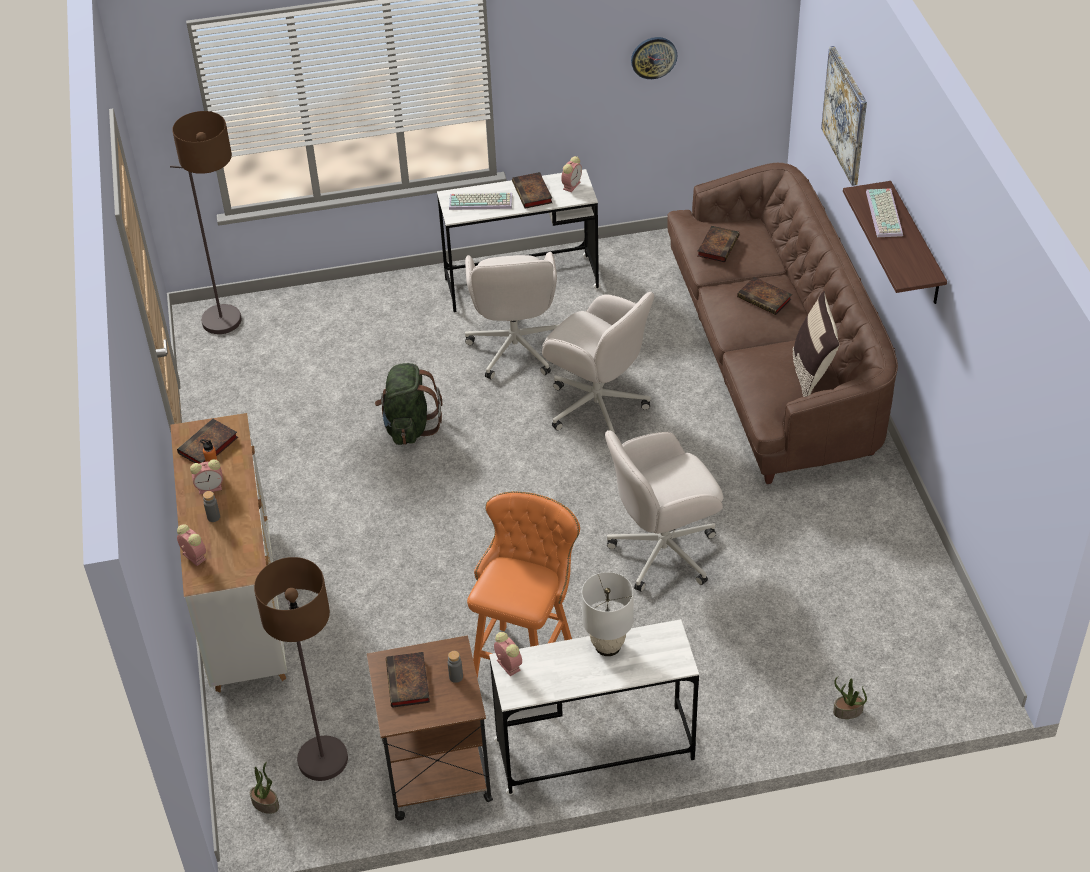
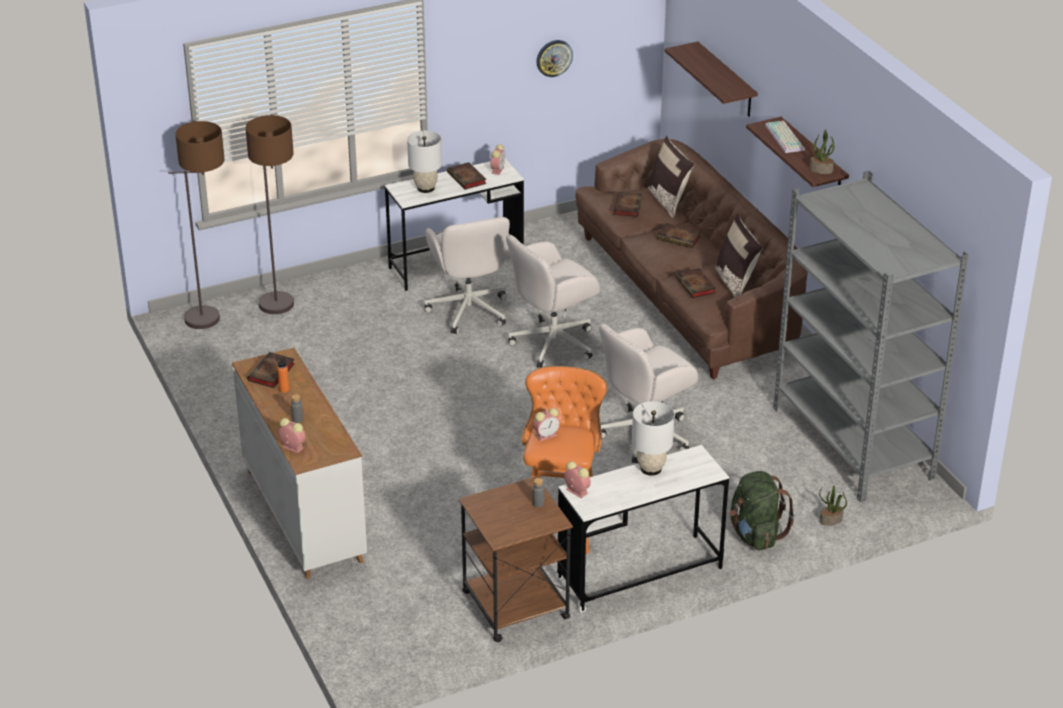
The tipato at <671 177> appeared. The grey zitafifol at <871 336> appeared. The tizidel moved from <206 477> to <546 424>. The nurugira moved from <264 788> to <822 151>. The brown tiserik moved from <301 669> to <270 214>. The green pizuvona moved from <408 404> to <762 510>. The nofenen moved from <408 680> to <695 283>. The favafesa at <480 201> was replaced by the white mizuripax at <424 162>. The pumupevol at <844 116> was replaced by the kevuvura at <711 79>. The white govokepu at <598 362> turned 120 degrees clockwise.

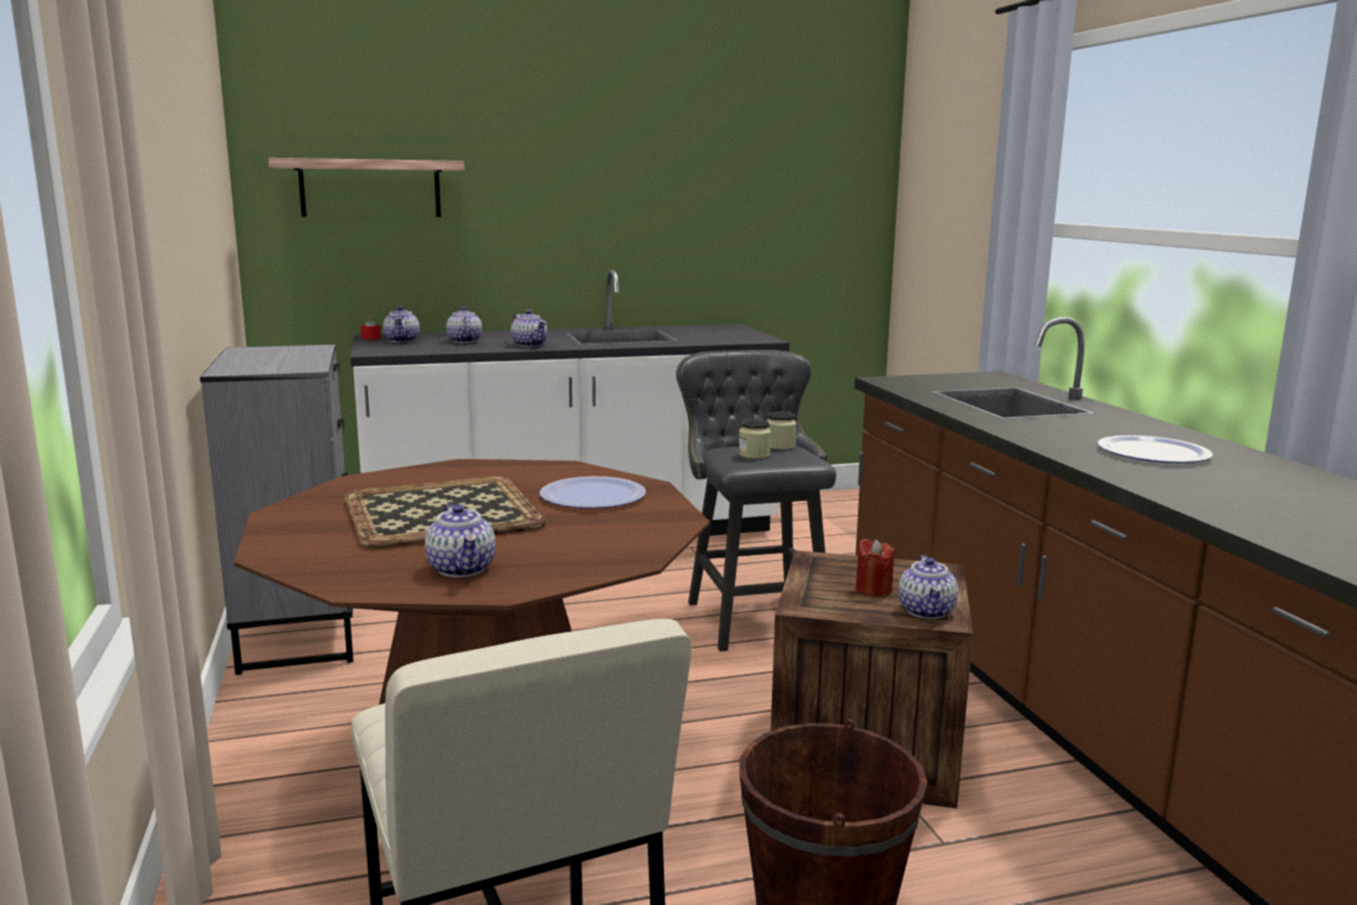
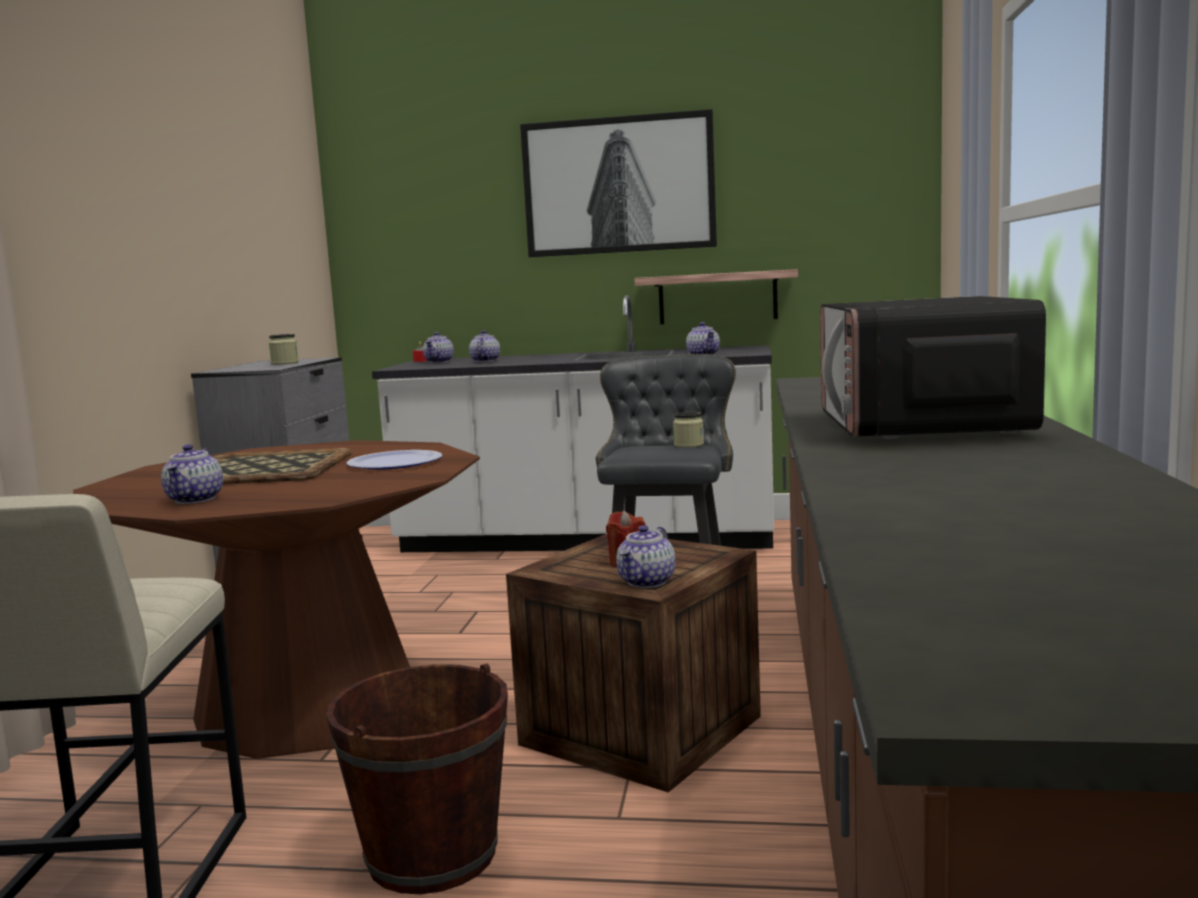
The pumupevol at <618 183> appeared. The kevuvura moved from <366 187> to <716 296>. The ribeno moved from <529 328> to <703 338>. The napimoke moved from <755 439> to <284 349>. The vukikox at <1155 449> was replaced by the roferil at <933 367>.

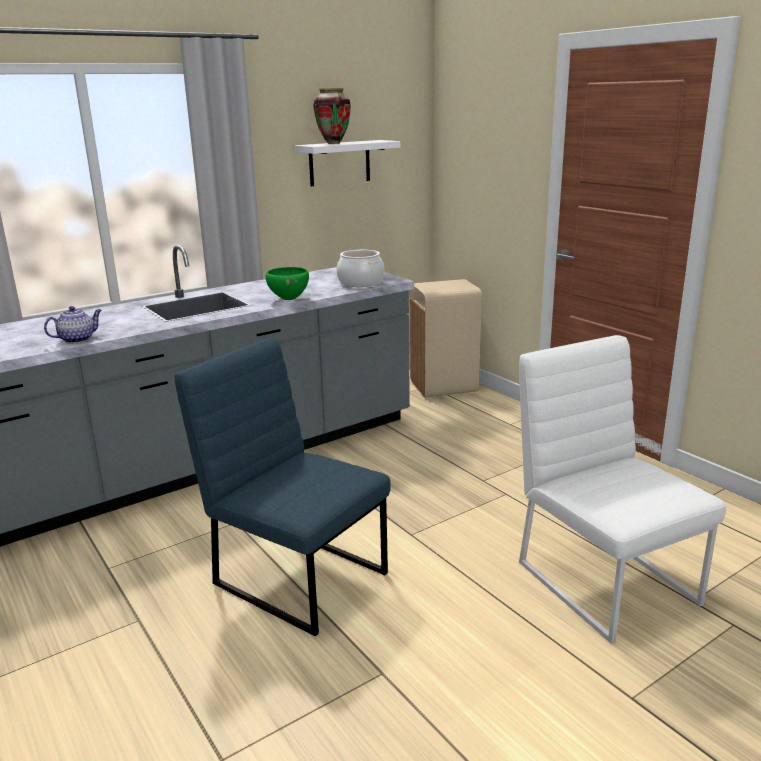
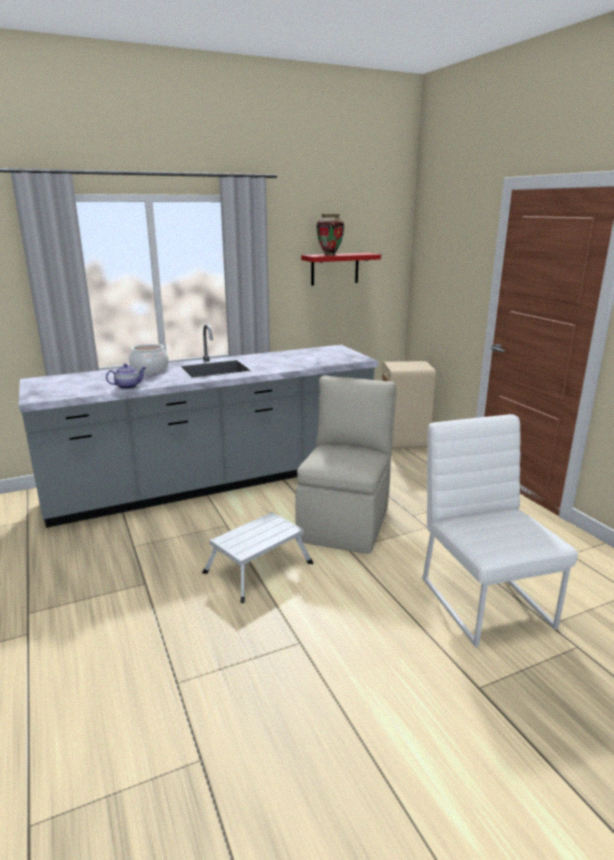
The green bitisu at <287 283> disappeared. The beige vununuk at <345 464> appeared. The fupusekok moved from <360 268> to <149 359>. The blue vununuk at <282 487> was replaced by the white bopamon at <257 557>. The white kevuvura at <348 163> became the red kevuvura at <341 269>.

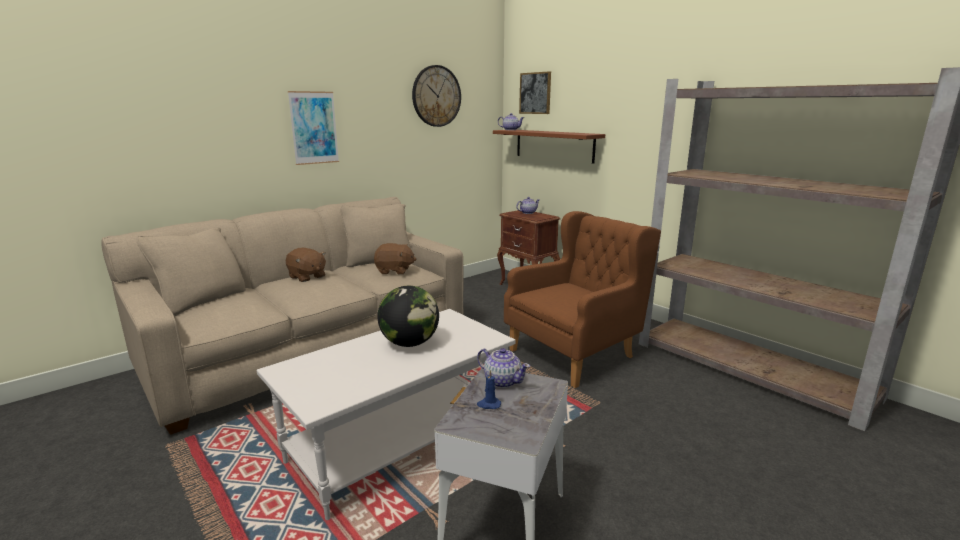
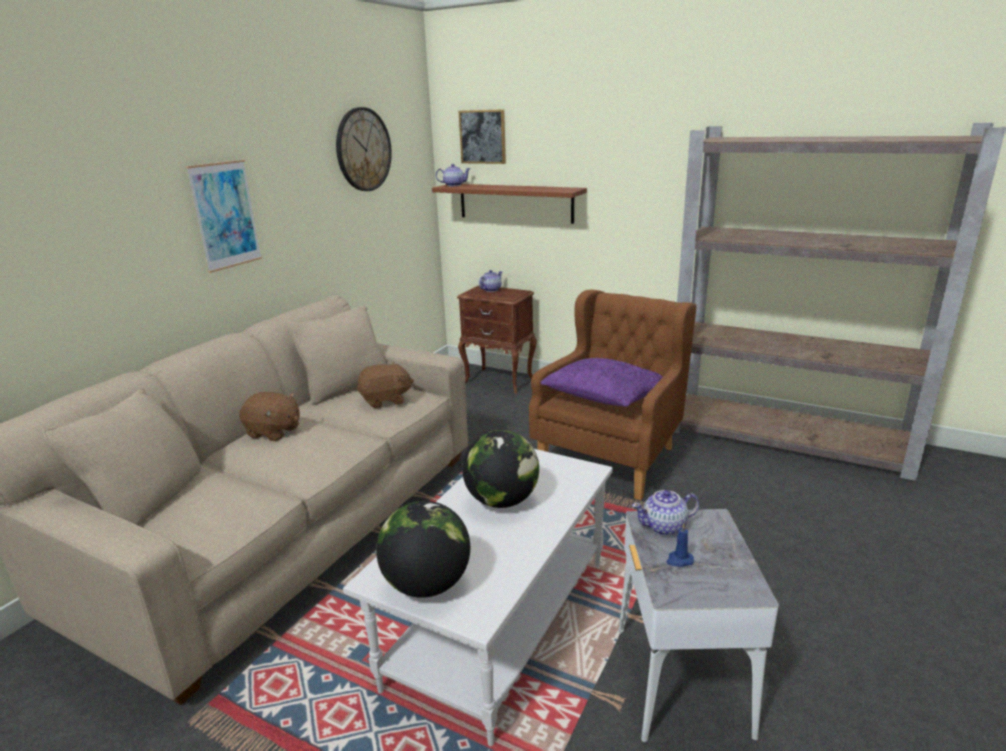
The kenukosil at <423 549> appeared. The purple tipato at <602 382> appeared. The ribeno at <503 368> turned 150 degrees clockwise.

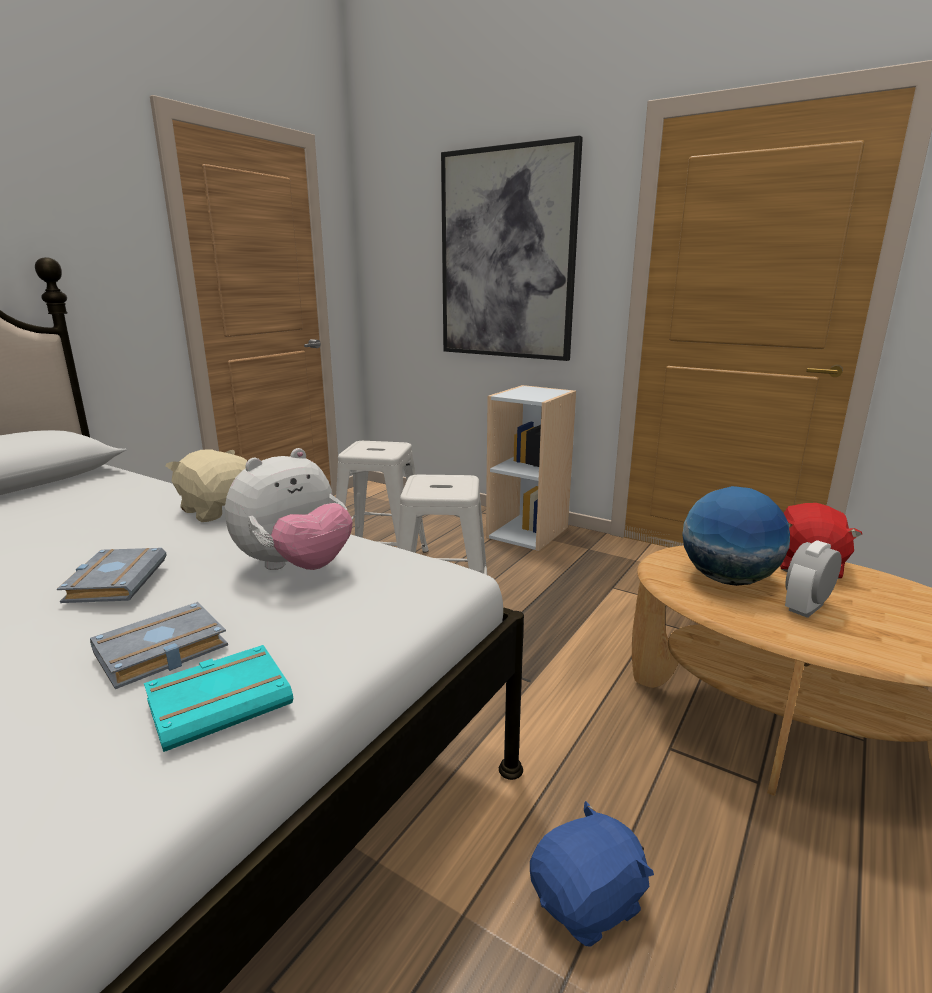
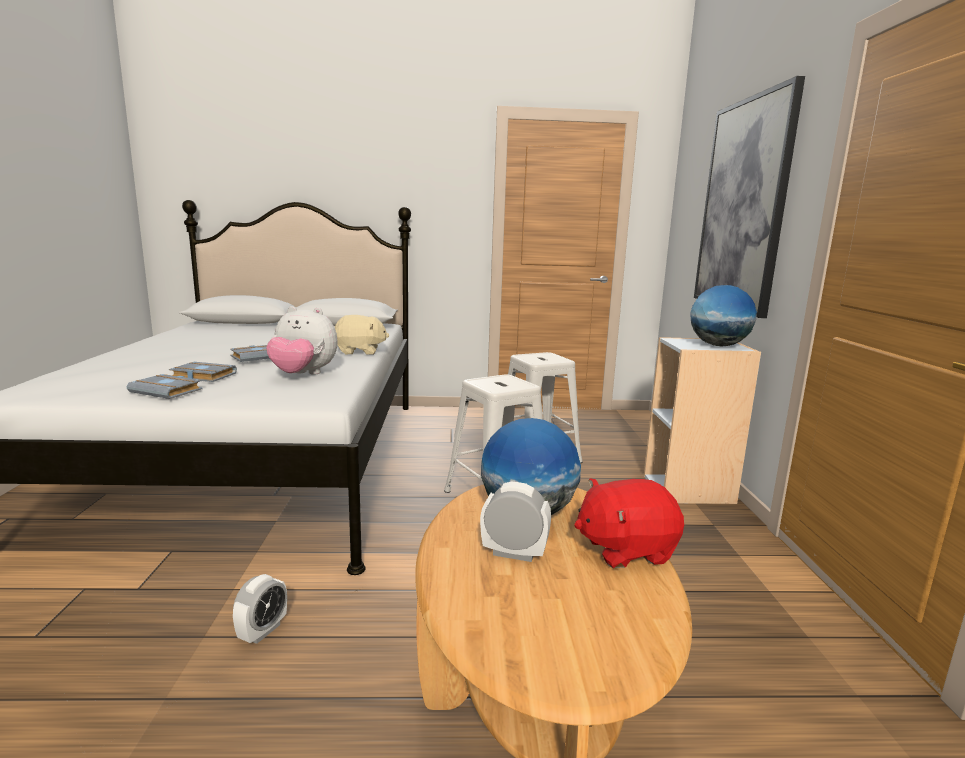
The kenukosil at <724 316> appeared. The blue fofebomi at <592 874> was replaced by the tizidel at <260 609>. The turquoise nofenen at <218 698> became the grey nofenen at <164 386>. The beige fofebomi at <206 486> turned 75 degrees clockwise.

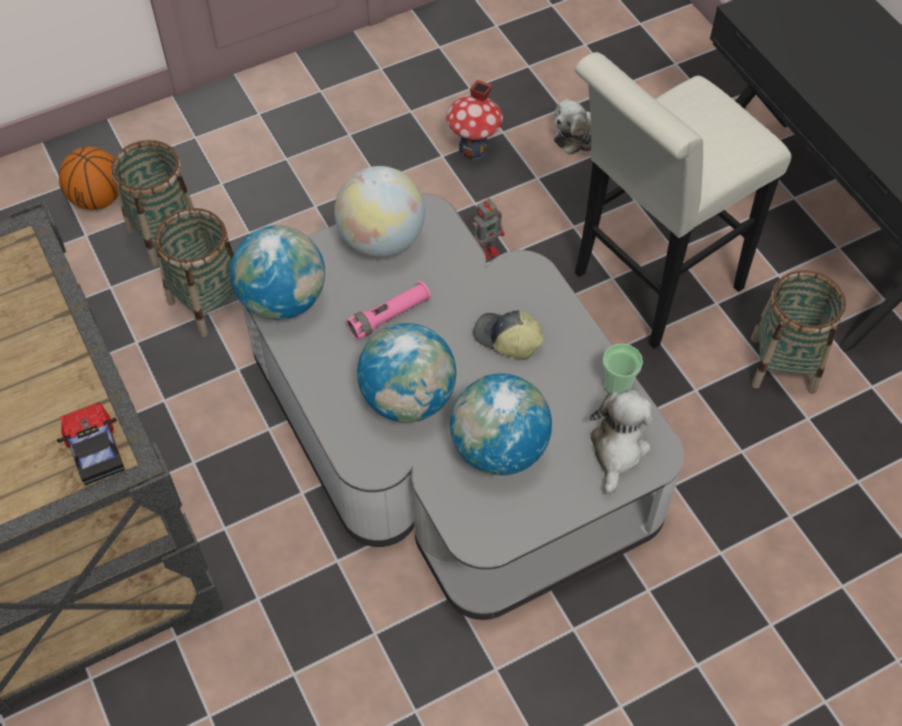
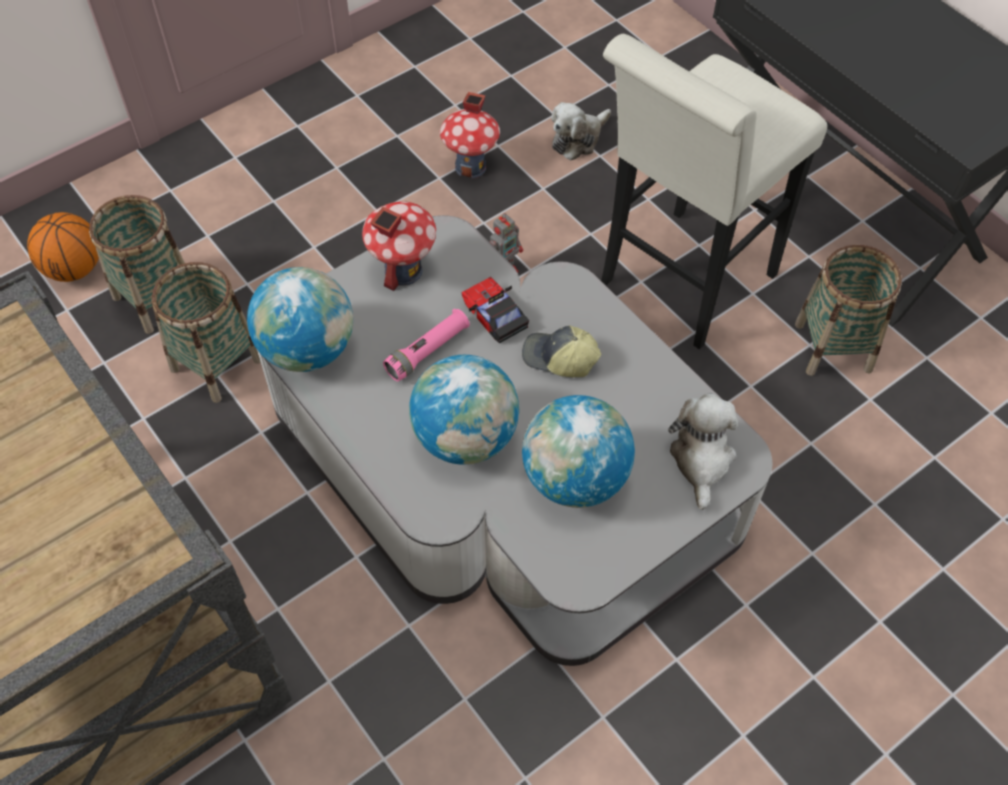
The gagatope at <623 368> disappeared. The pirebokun moved from <91 443> to <495 310>. The kenukosil at <379 211> was replaced by the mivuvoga at <399 246>.

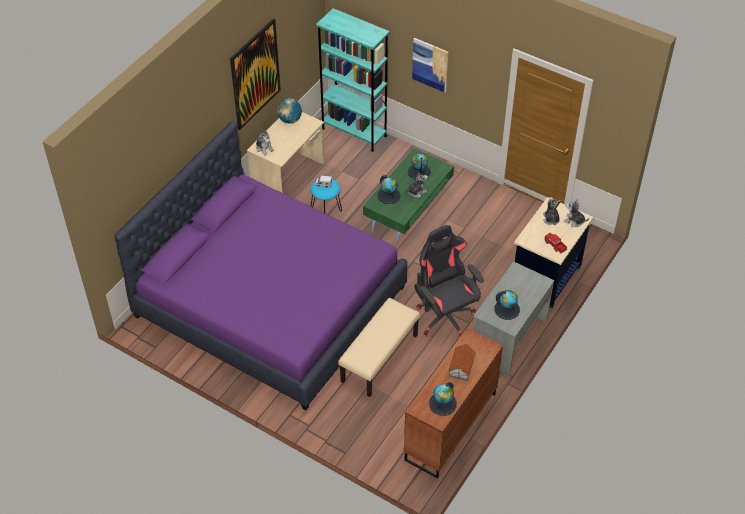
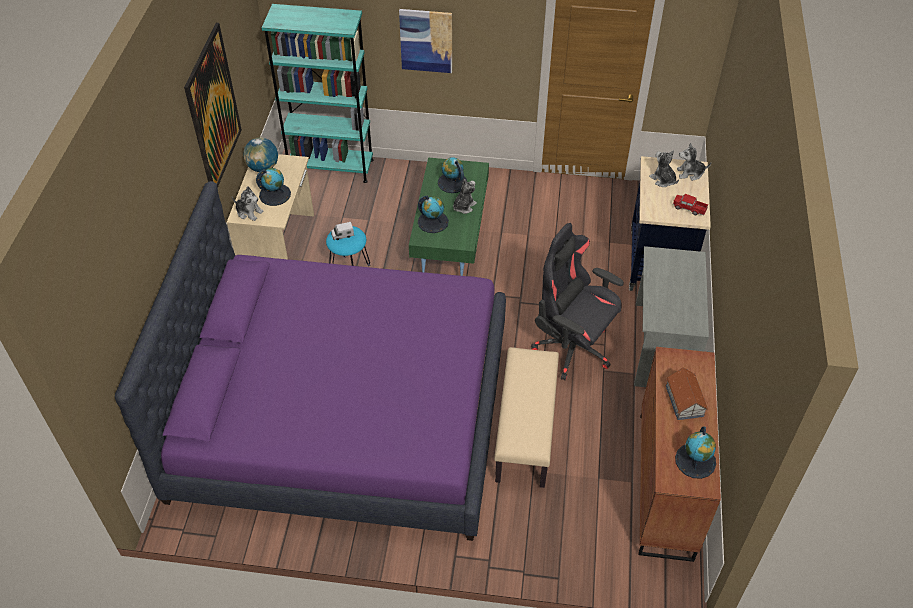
The kenukosil moved from <507 305> to <273 187>.

